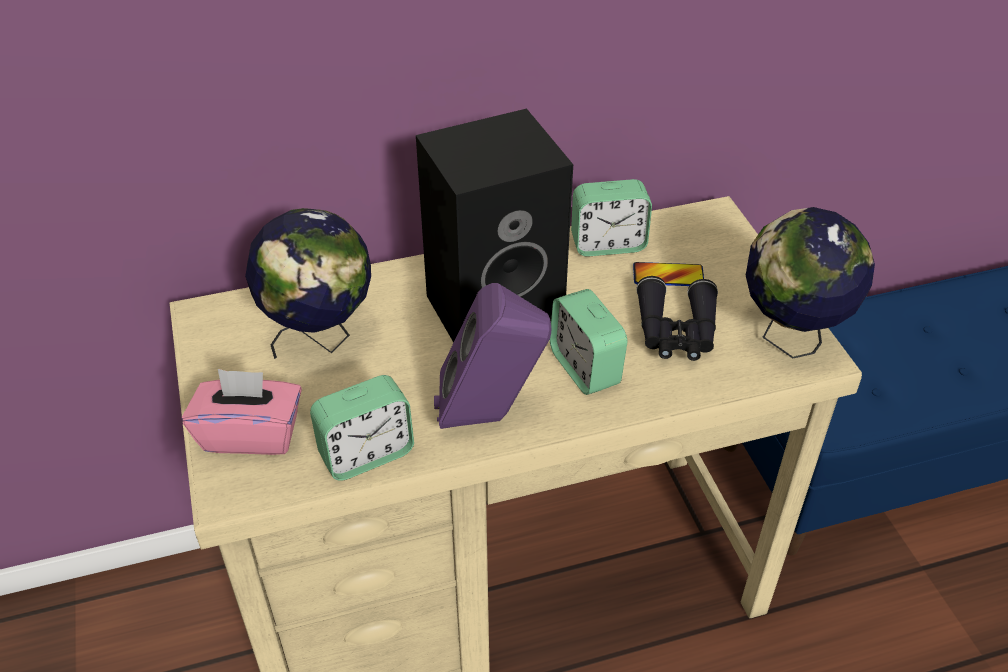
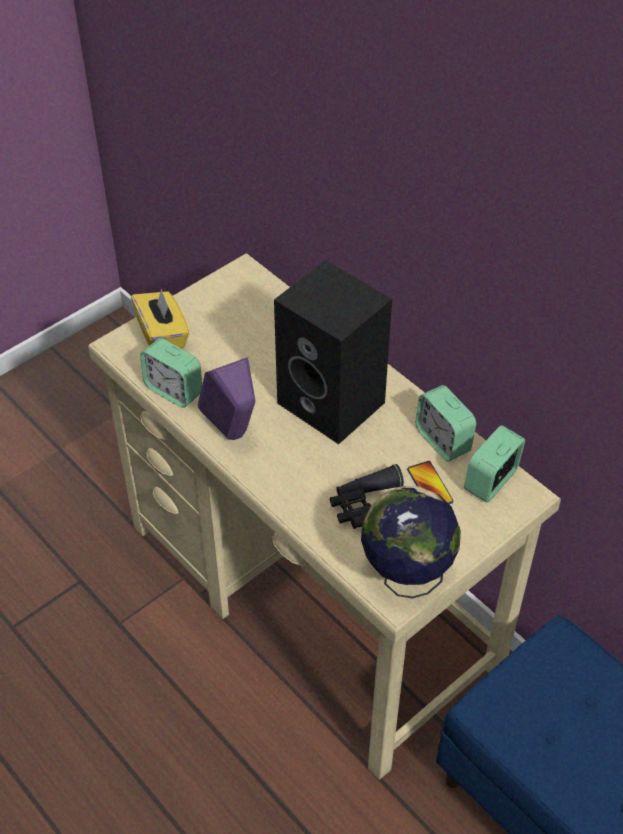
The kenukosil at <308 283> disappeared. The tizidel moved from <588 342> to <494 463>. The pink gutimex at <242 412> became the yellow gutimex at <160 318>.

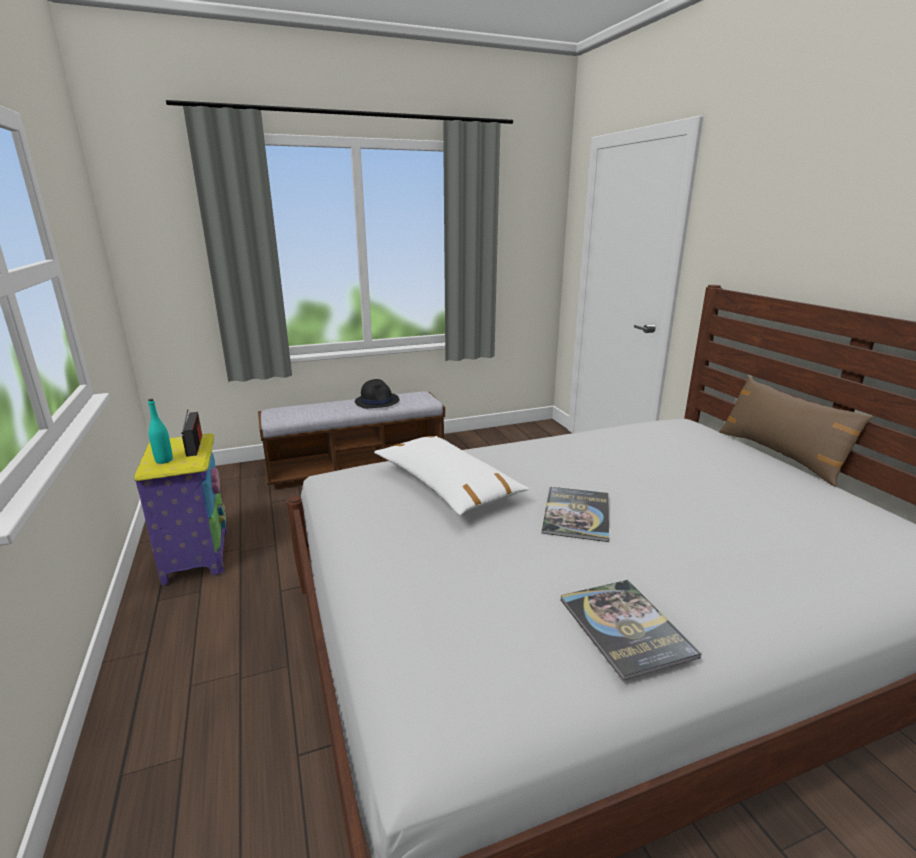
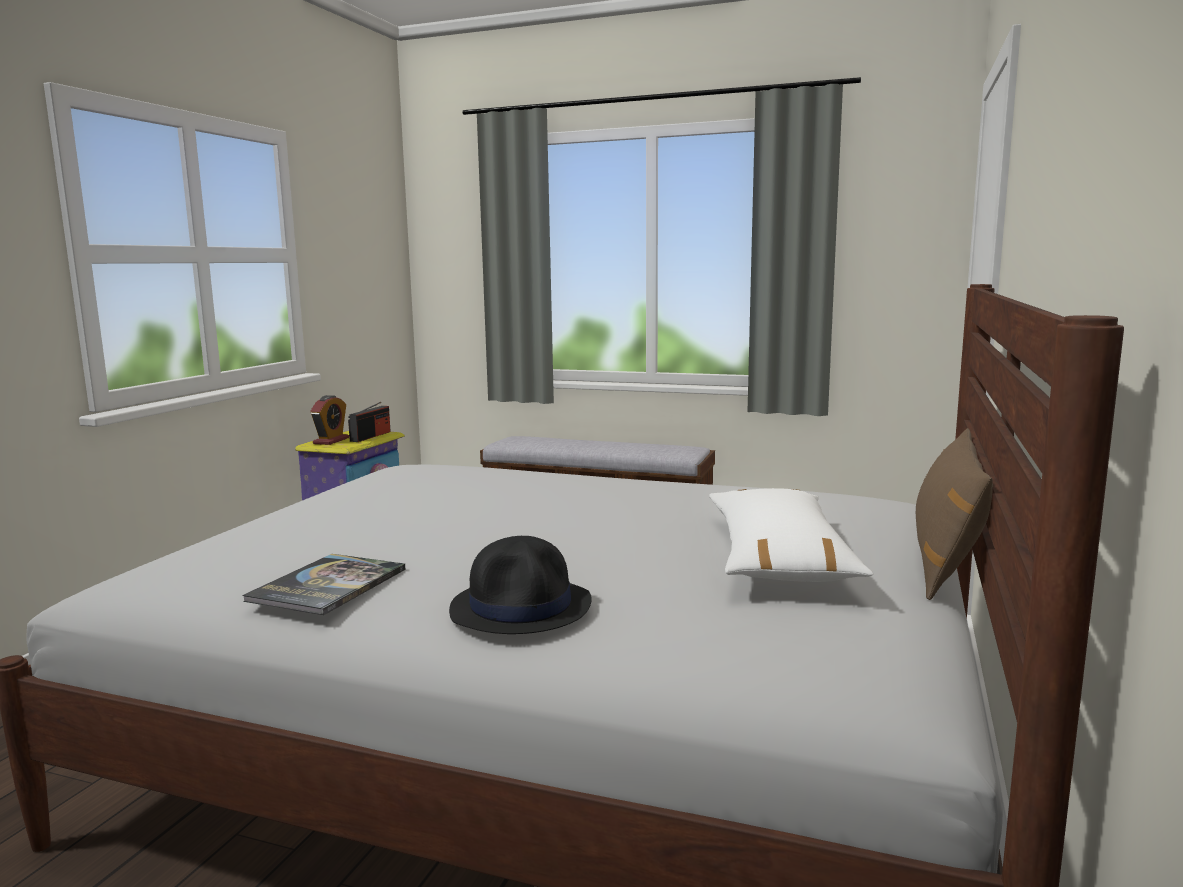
The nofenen at <575 514> disappeared. The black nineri moved from <377 394> to <520 585>. The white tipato moved from <451 476> to <791 535>. The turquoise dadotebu at <160 431> was replaced by the tizidel at <329 420>.

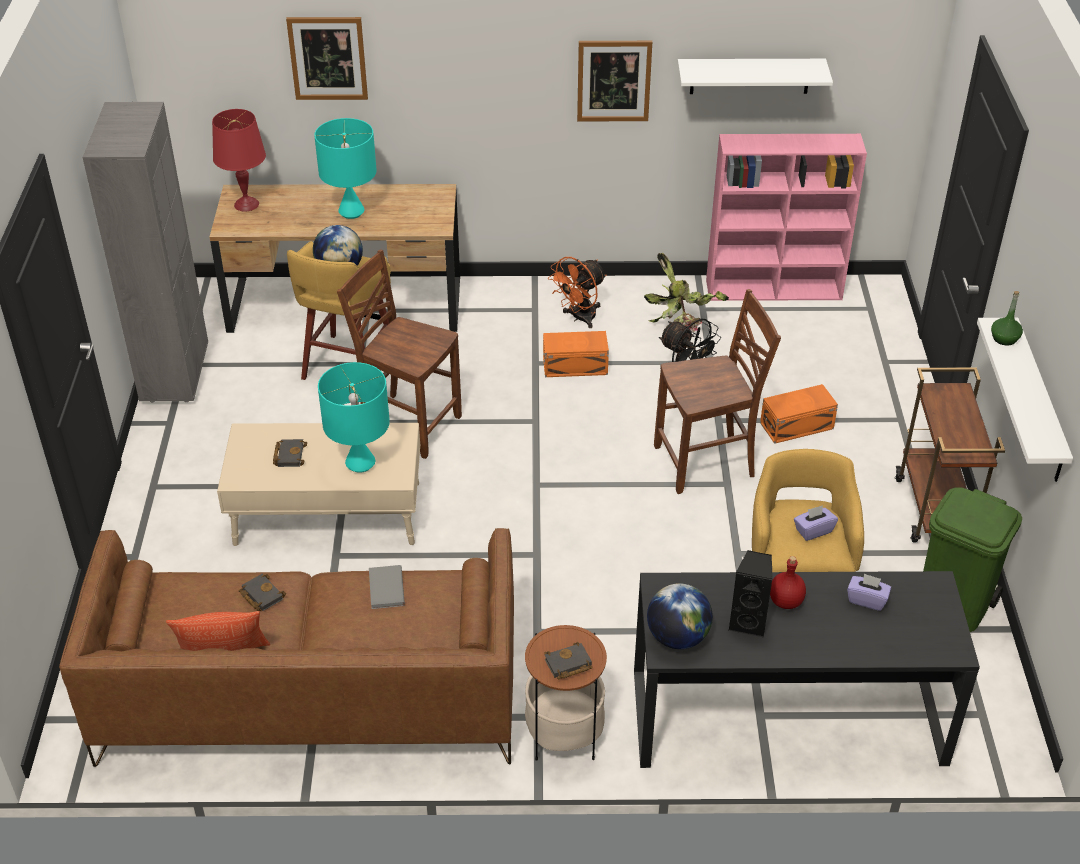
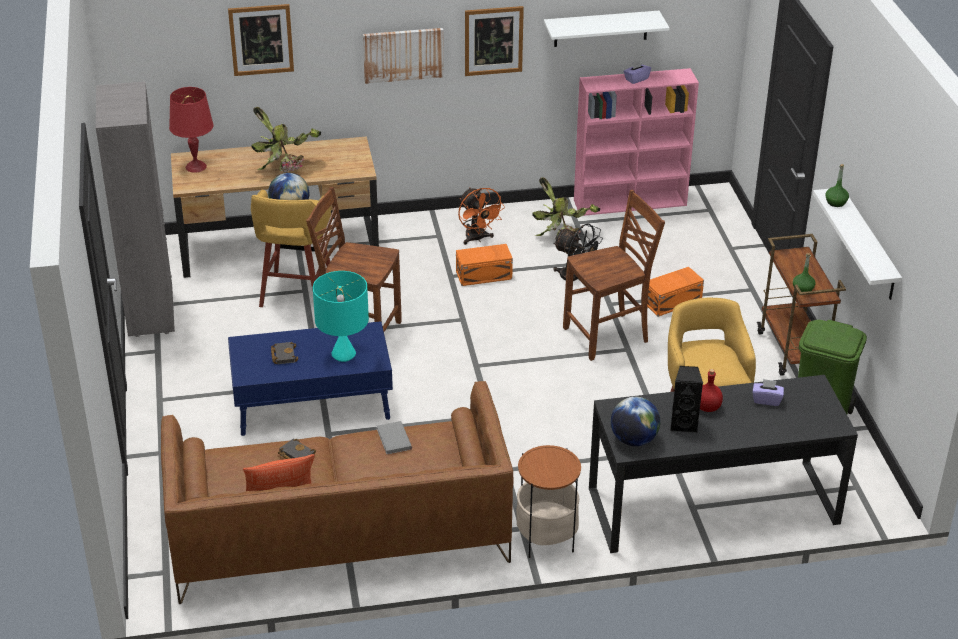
The black nofenen at <568 660> disappeared. The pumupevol at <403 56> appeared. The green dadotebu at <804 272> appeared. The purple gutimex moved from <816 523> to <637 72>. The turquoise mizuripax at <345 168> was replaced by the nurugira at <286 139>. The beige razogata at <318 484> became the blue razogata at <310 378>. The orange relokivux at <577 292> turned 60 degrees counterclockwise.

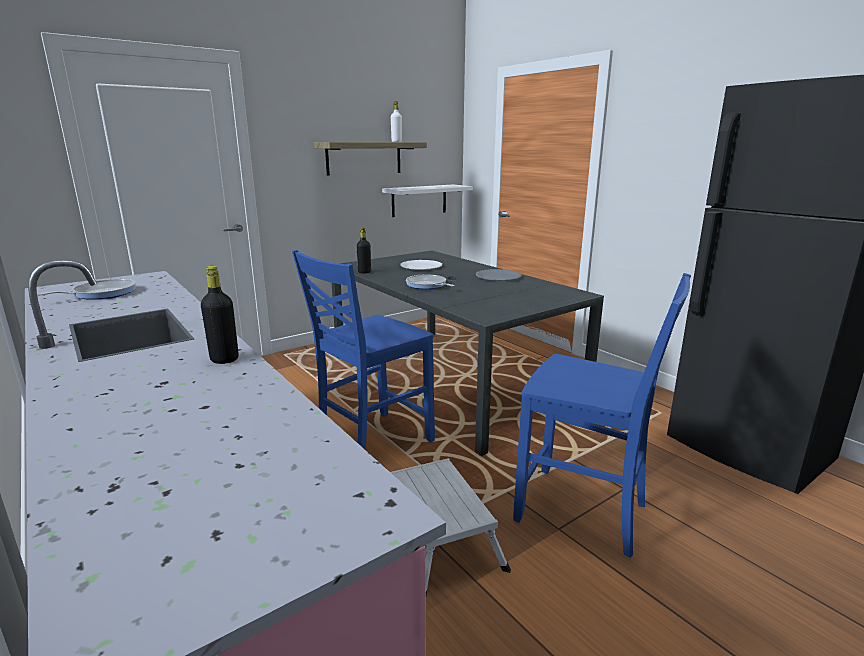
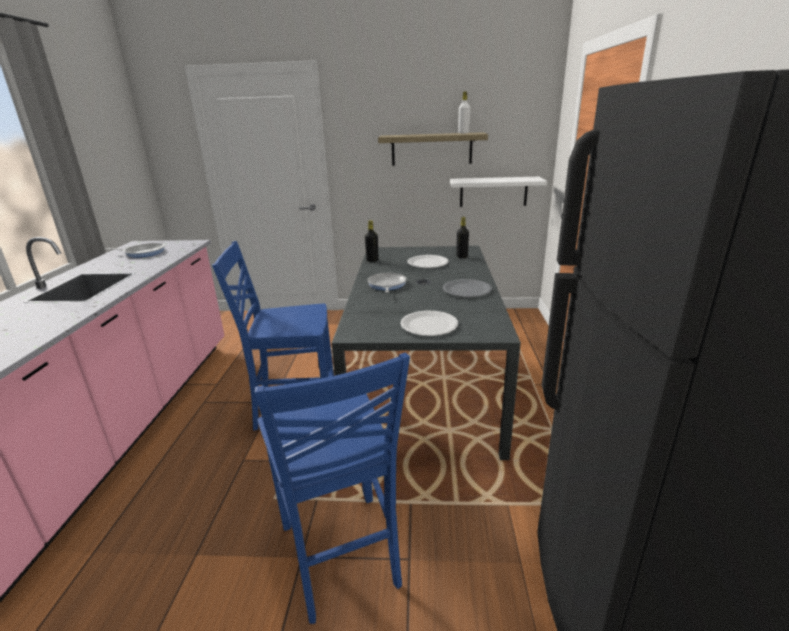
The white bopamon at <450 526> disappeared. The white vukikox at <429 323> appeared. The black dadotebu moved from <220 315> to <463 237>.

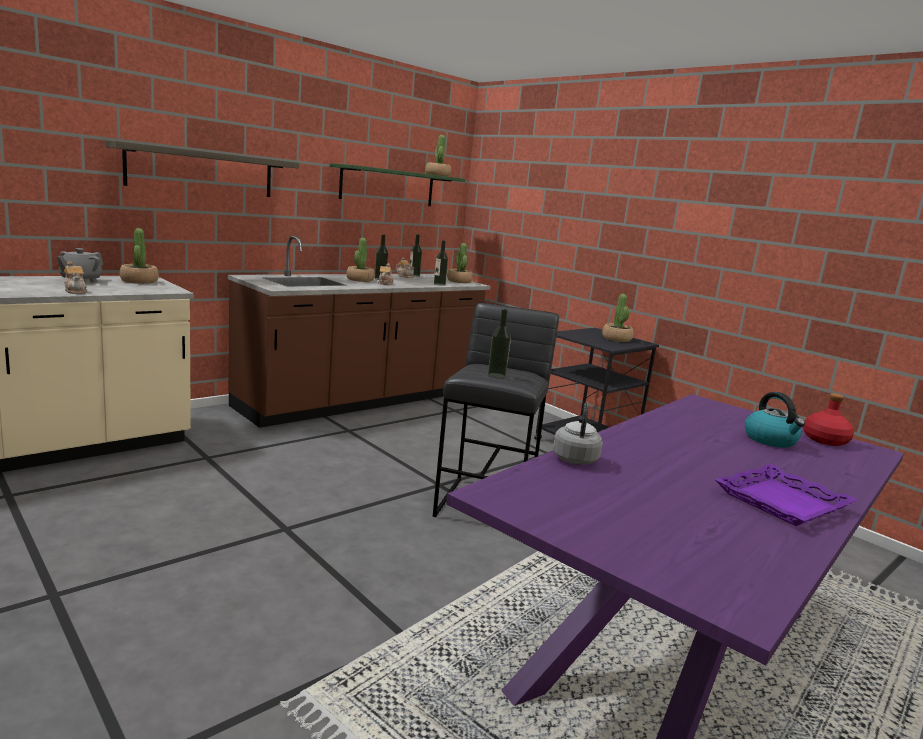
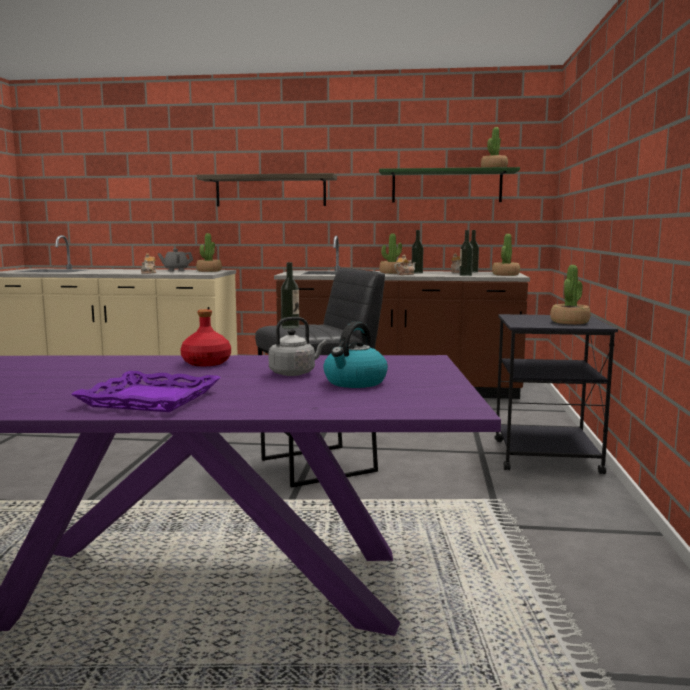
The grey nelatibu moved from <578 434> to <297 346>. The red dadotebu moved from <828 419> to <205 337>.

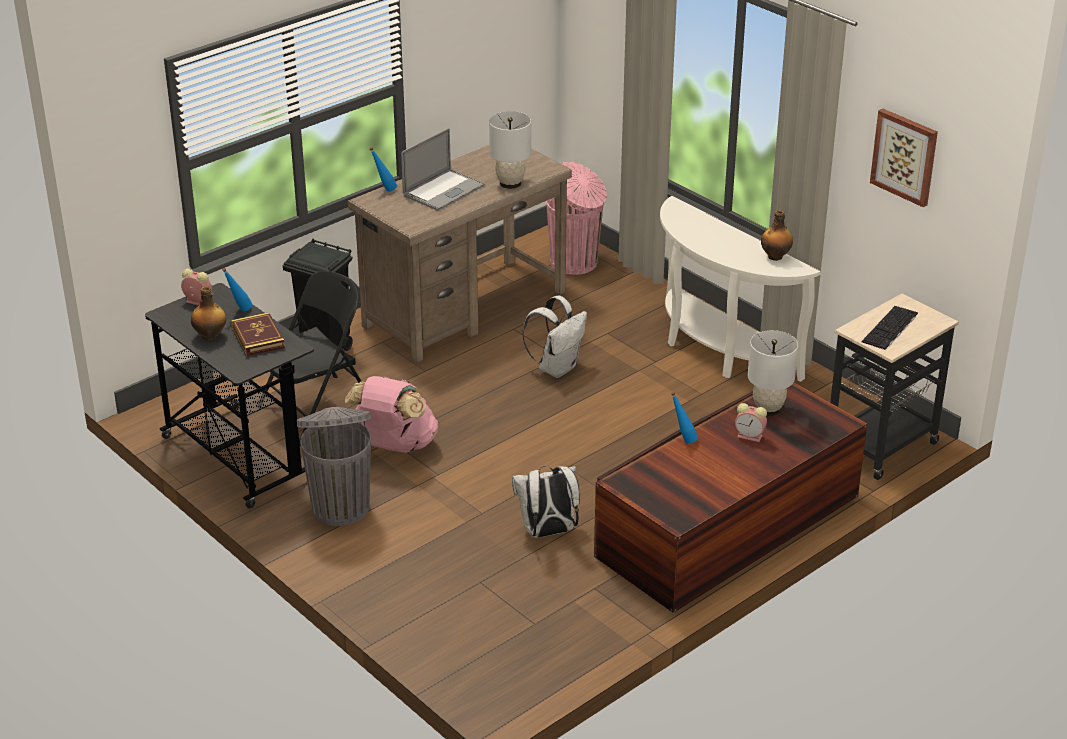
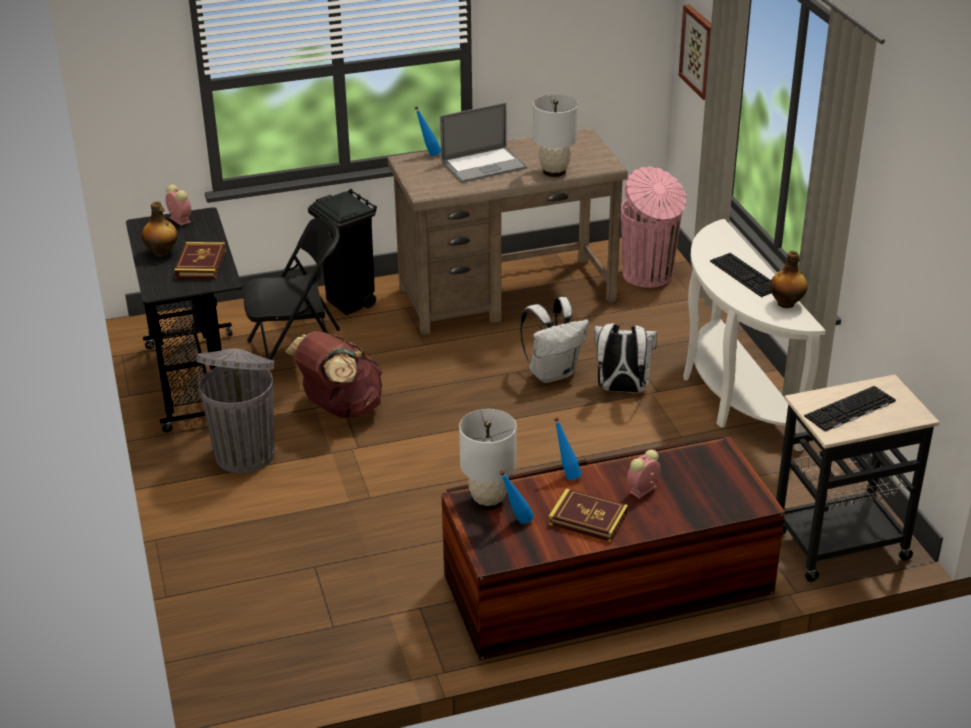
The nofenen at <588 515> appeared. The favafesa at <740 275> appeared. The blue dadotebu moved from <237 289> to <516 497>. The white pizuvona moved from <546 502> to <625 358>. The white mizuripax moved from <773 373> to <488 459>. The pumupevol moved from <904 157> to <695 52>. The pink pizuvona at <391 414> became the brown pizuvona at <333 374>. The tizidel at <751 422> turned 90 degrees clockwise.

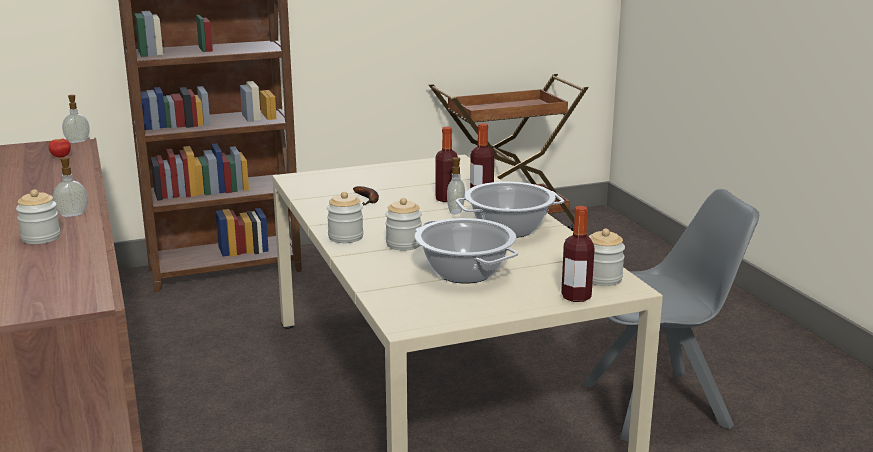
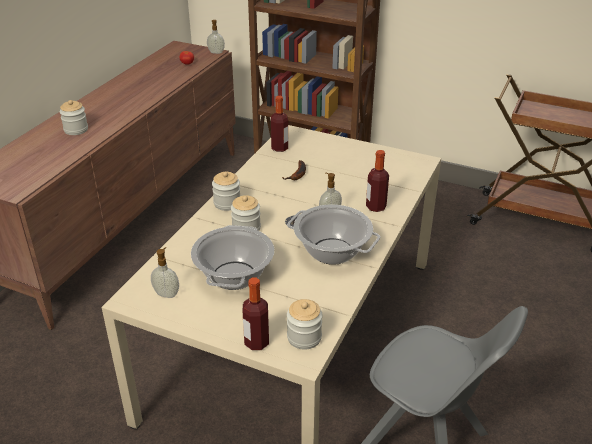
The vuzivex moved from <70 187> to <165 272>. The dadotebu moved from <447 164> to <279 124>.

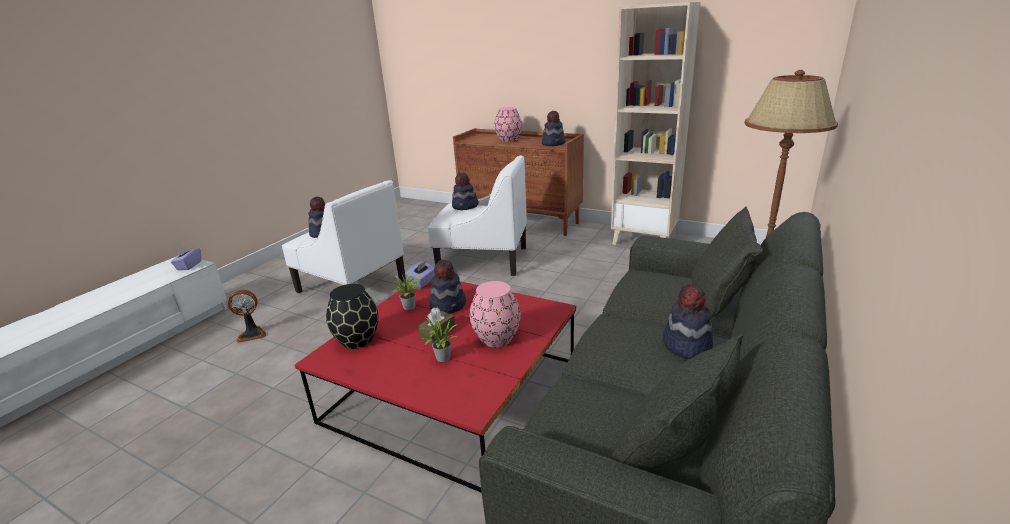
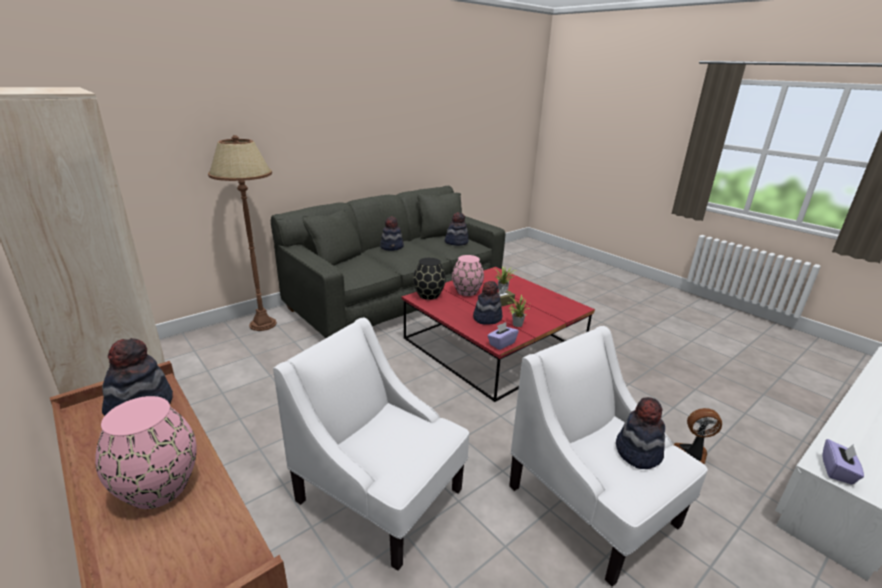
The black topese moved from <352 316> to <429 279>. The nineri moved from <465 191> to <457 229>.

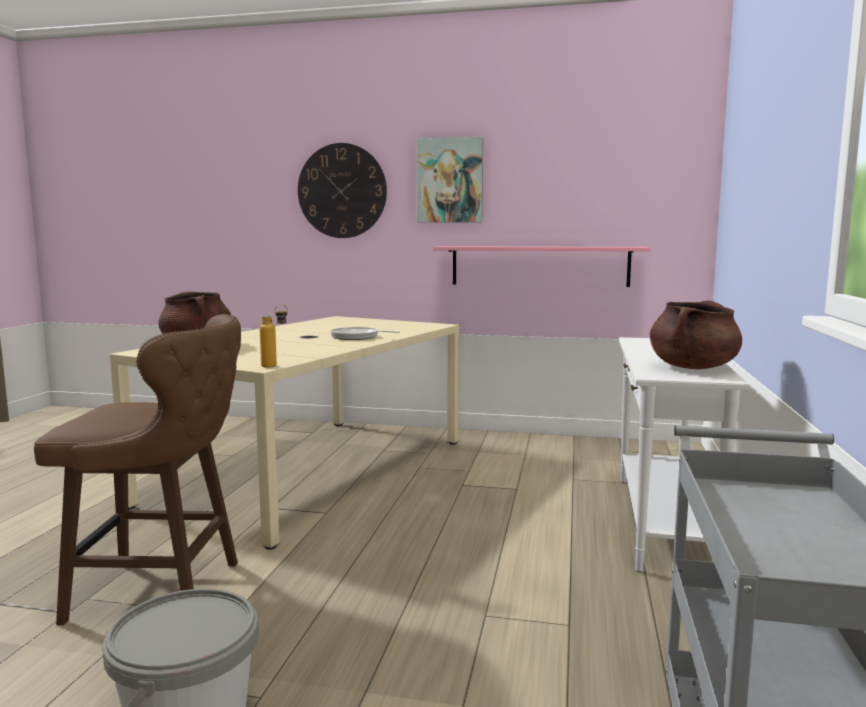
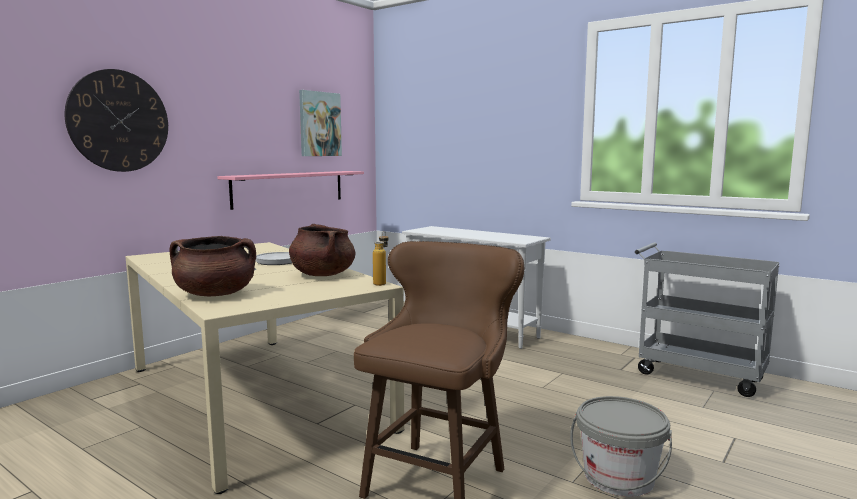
The pumupevol moved from <450 180> to <320 123>. The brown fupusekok moved from <696 334> to <322 250>.

